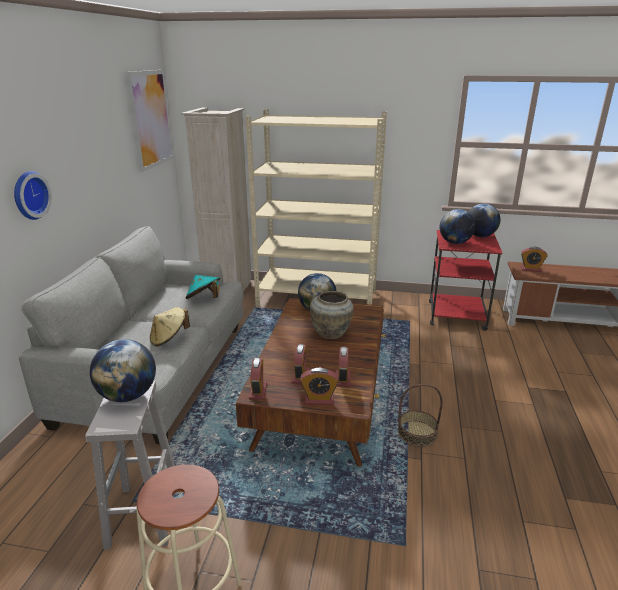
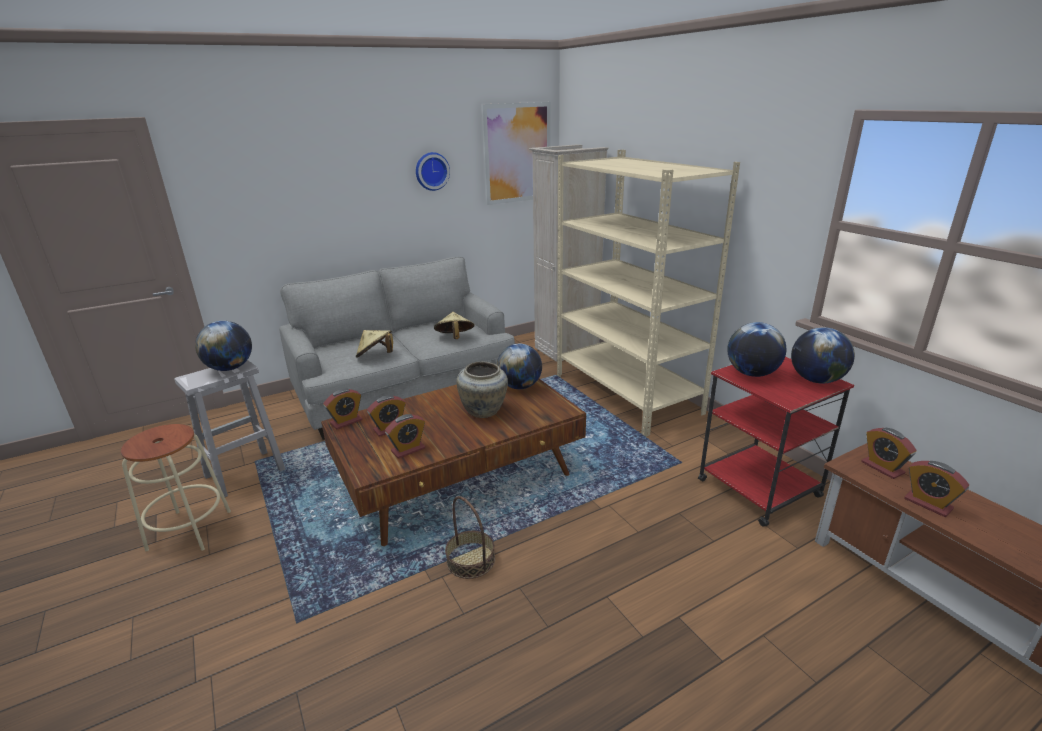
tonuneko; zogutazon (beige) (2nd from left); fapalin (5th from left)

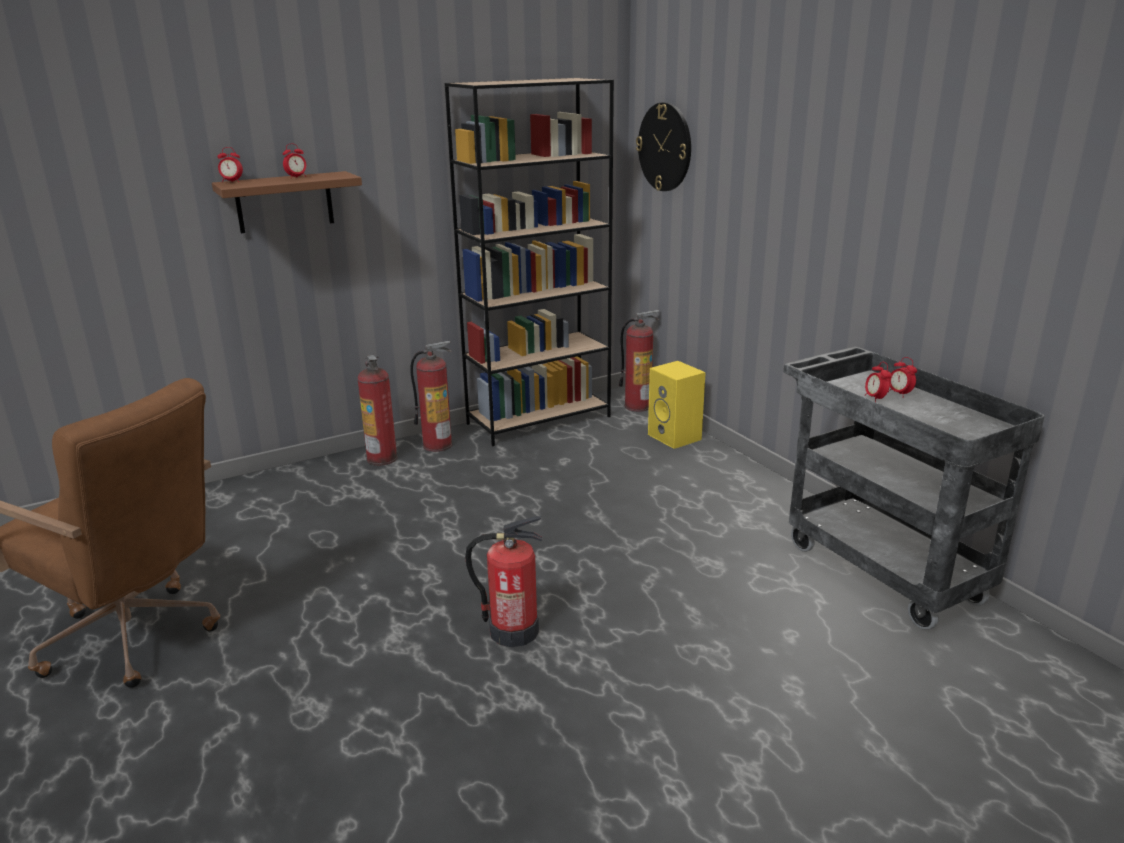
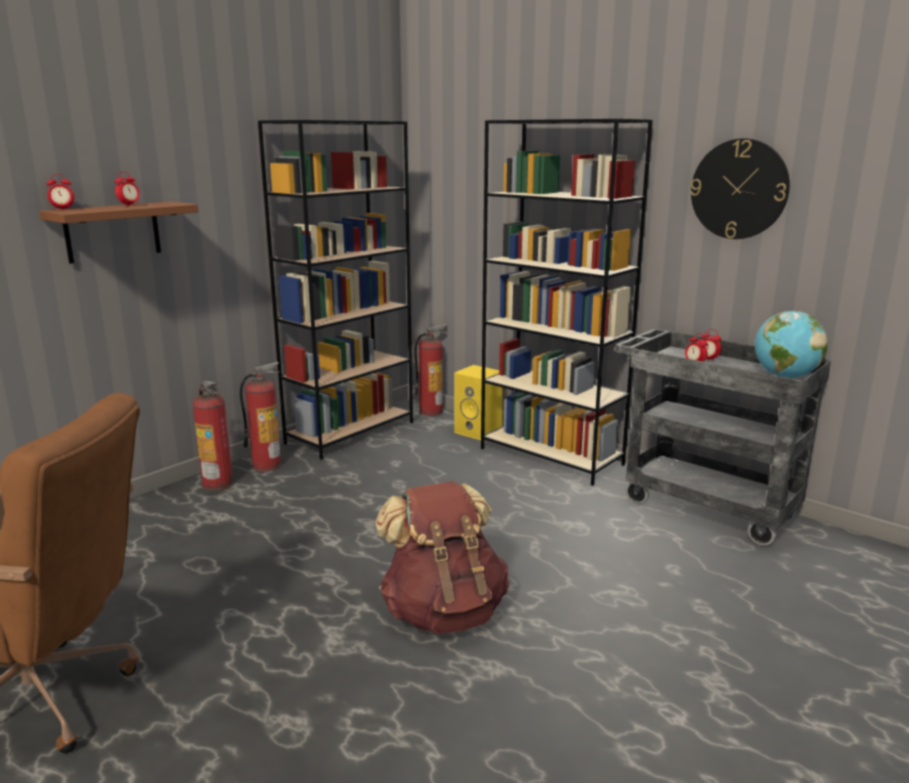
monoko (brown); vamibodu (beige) (2nd from left); tonuneko; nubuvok

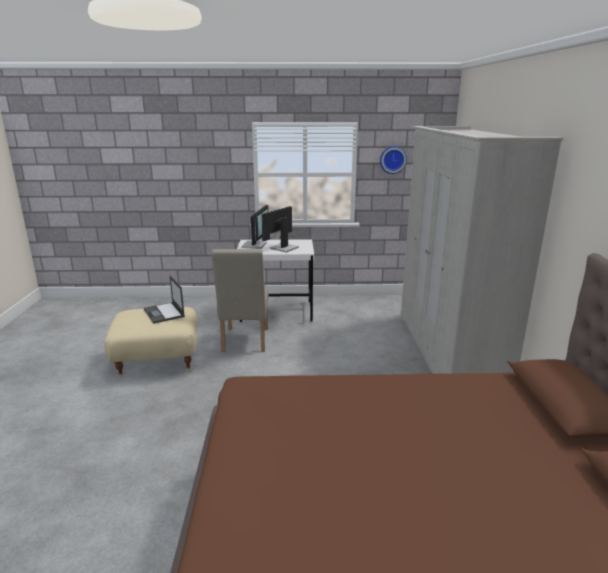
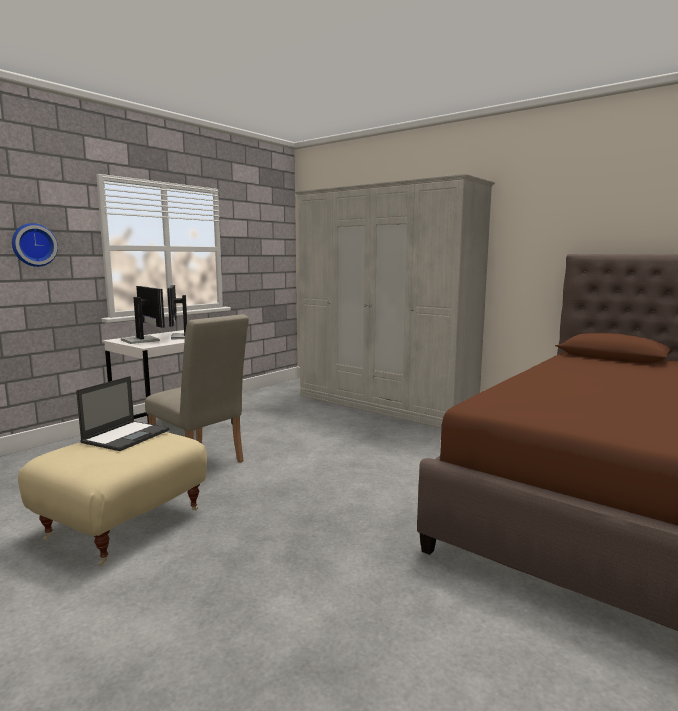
tonuneko; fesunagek

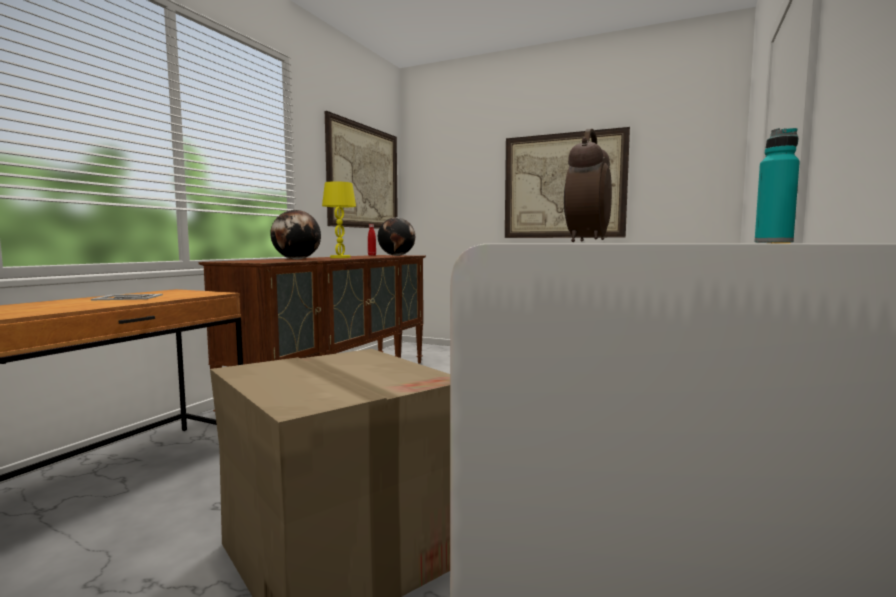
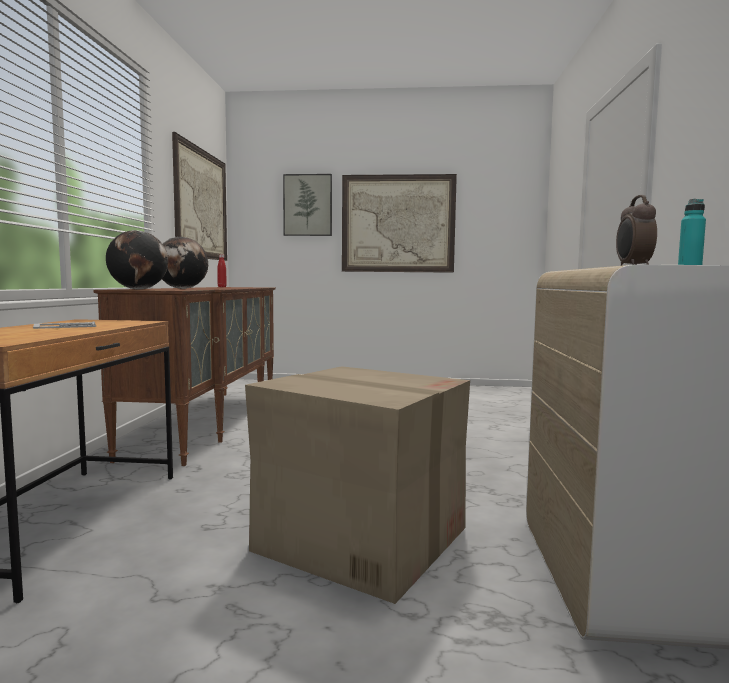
nubuvok (1st from left); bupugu (2nd from left); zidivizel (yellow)

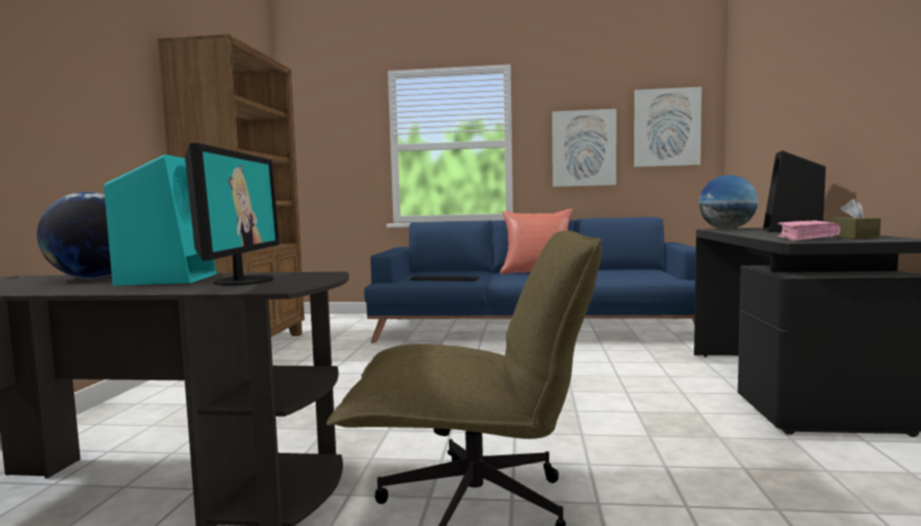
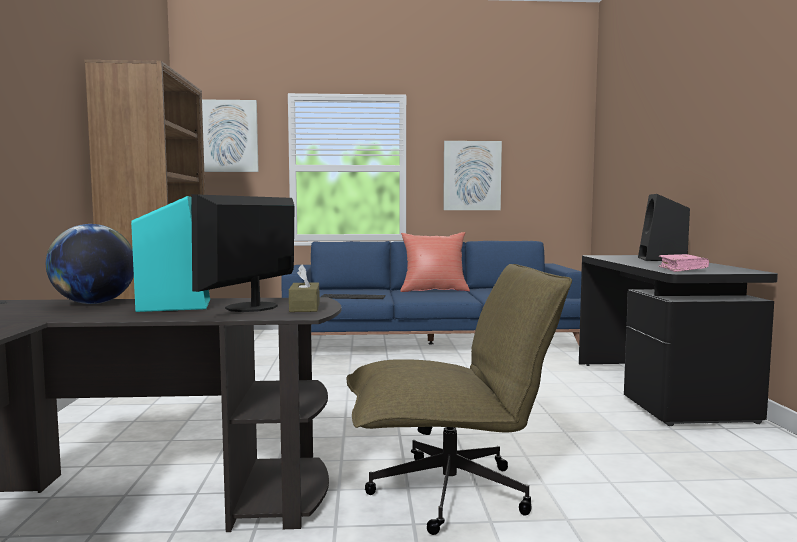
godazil; bupugu (1st from left); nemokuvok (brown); nubuvok (2nd from left in the first image)

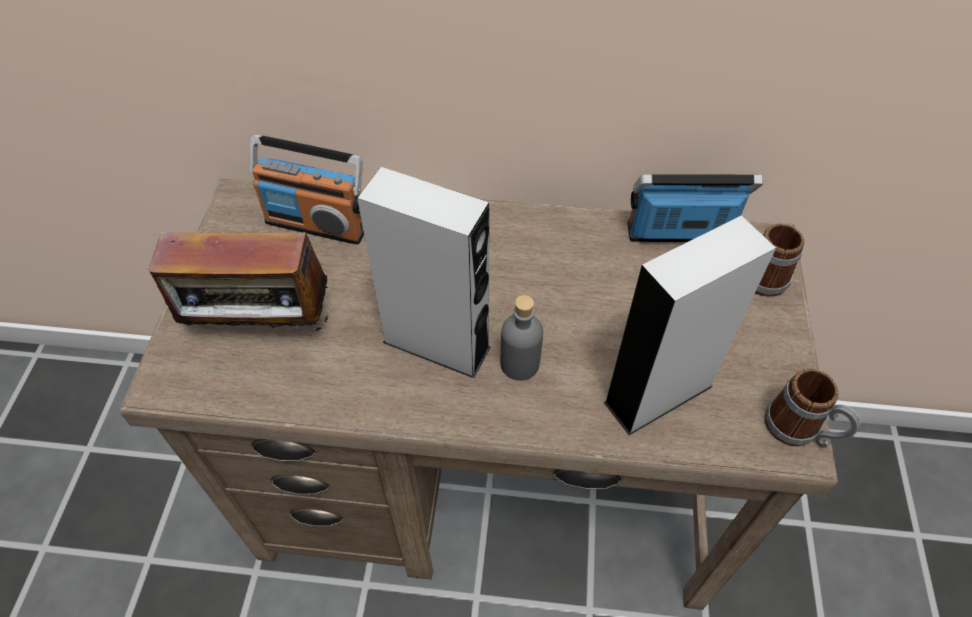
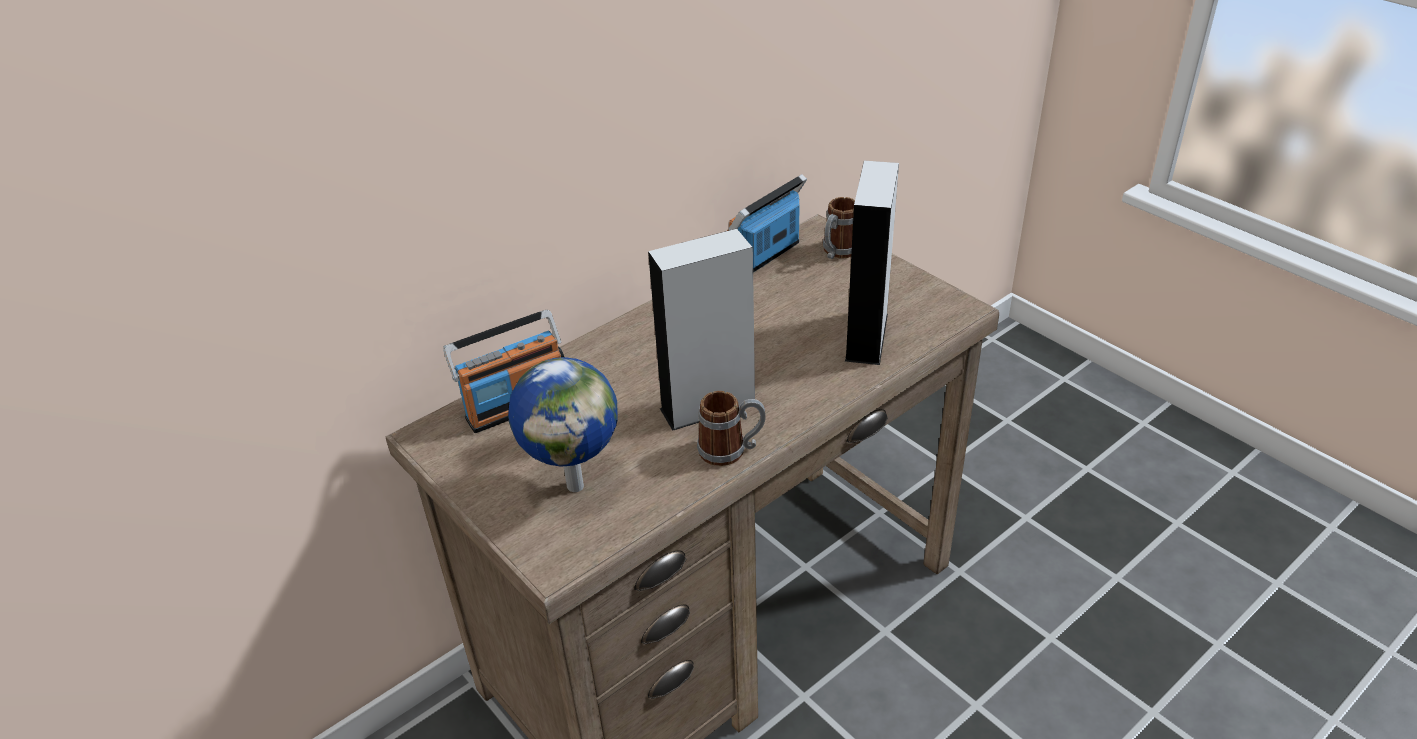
nubuvok; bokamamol (1st from left); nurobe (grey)

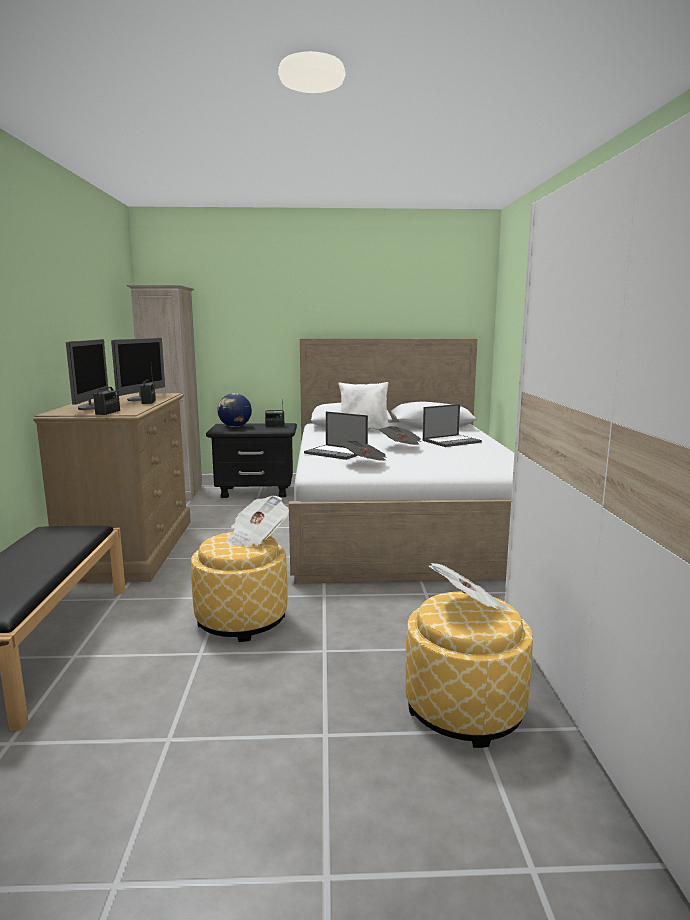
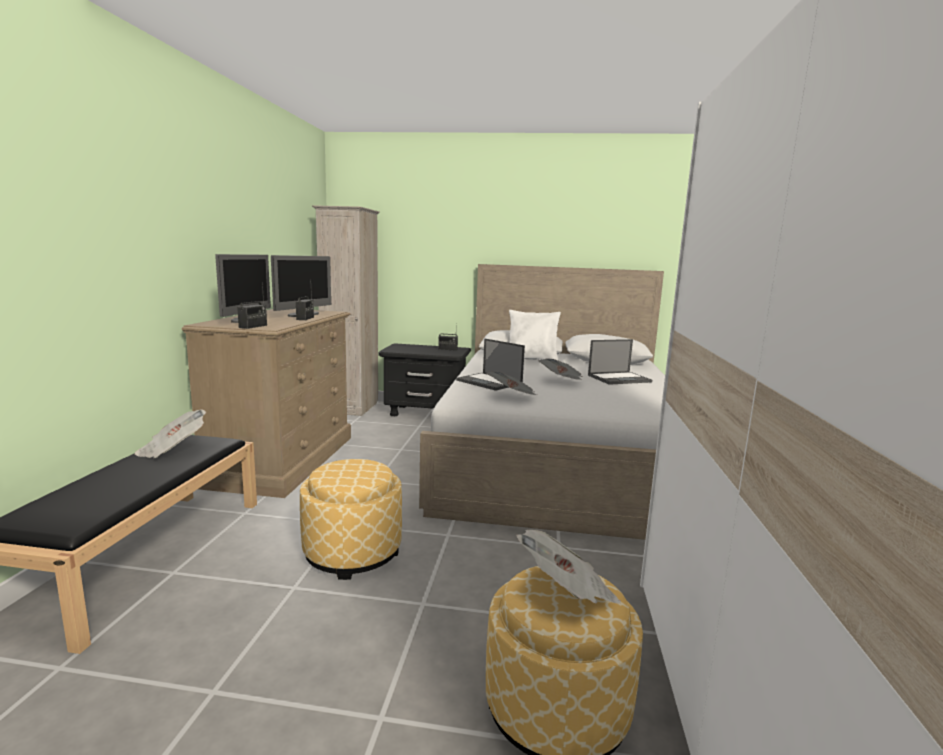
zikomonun (1st from left); nubuvok

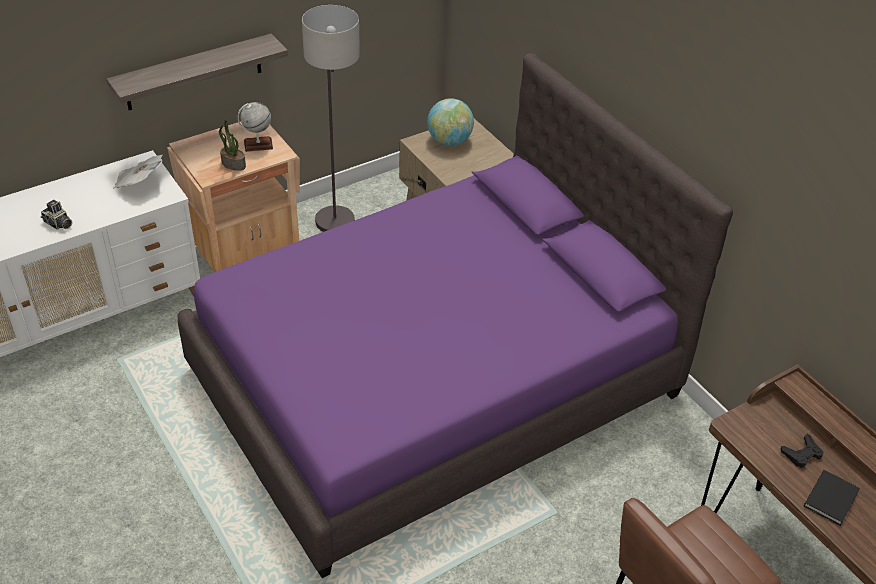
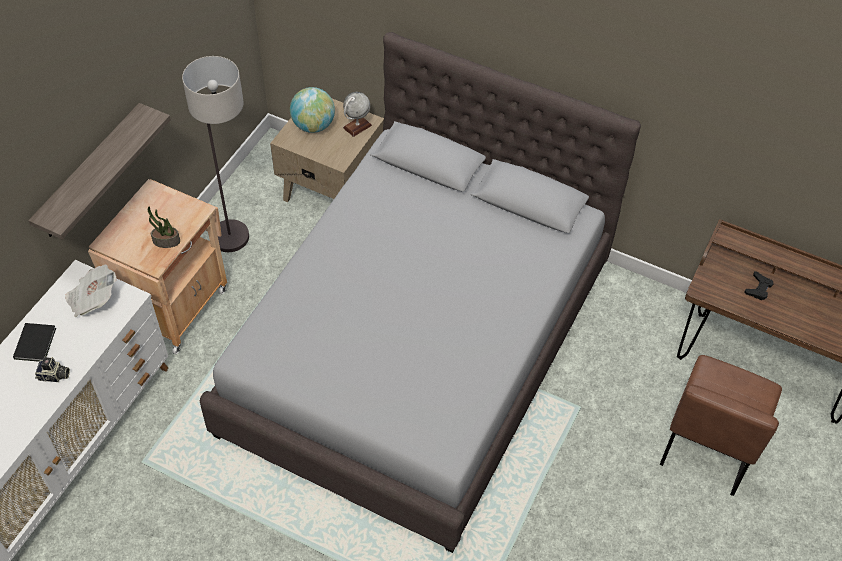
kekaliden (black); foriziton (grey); nubuvok (2nd from left)

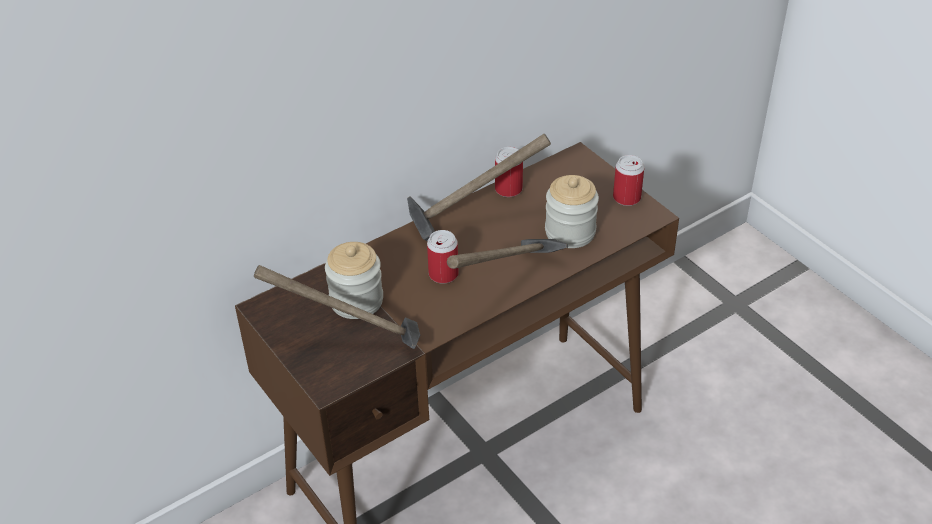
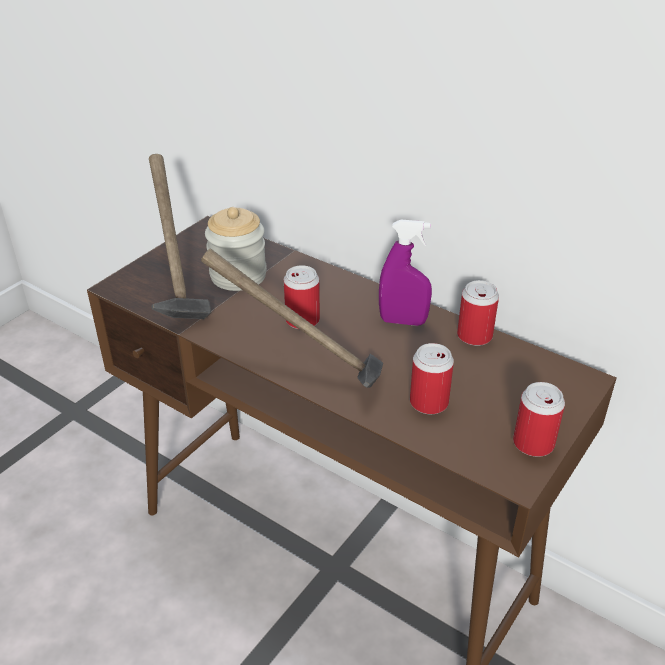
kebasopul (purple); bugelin (2nd from left)

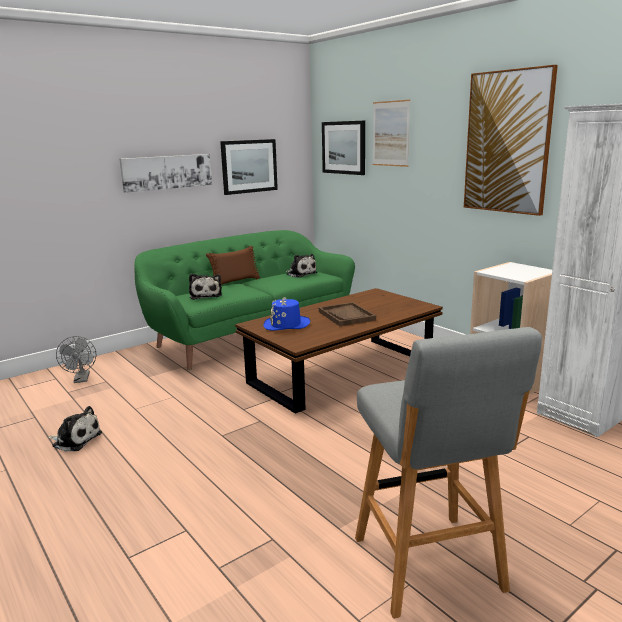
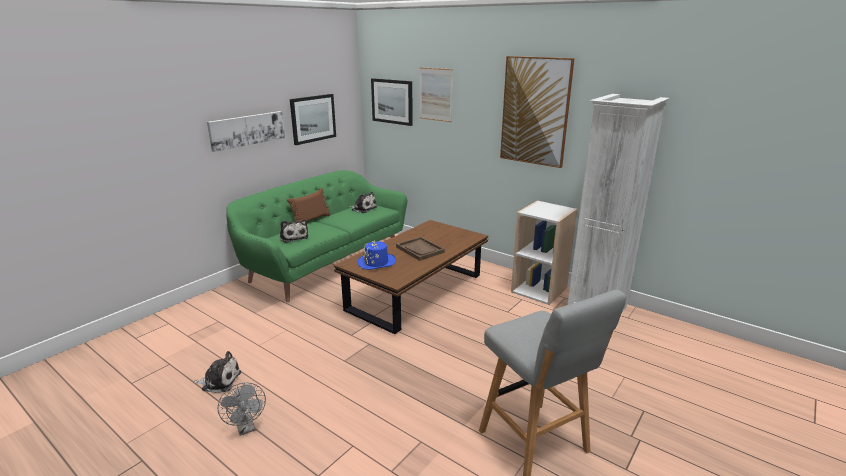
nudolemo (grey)

